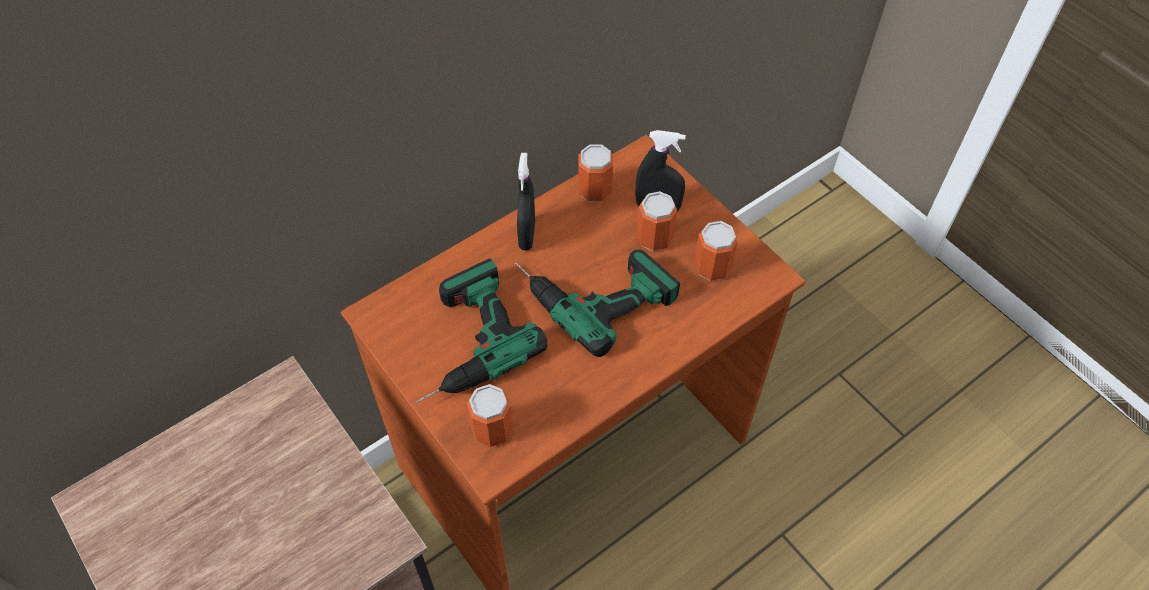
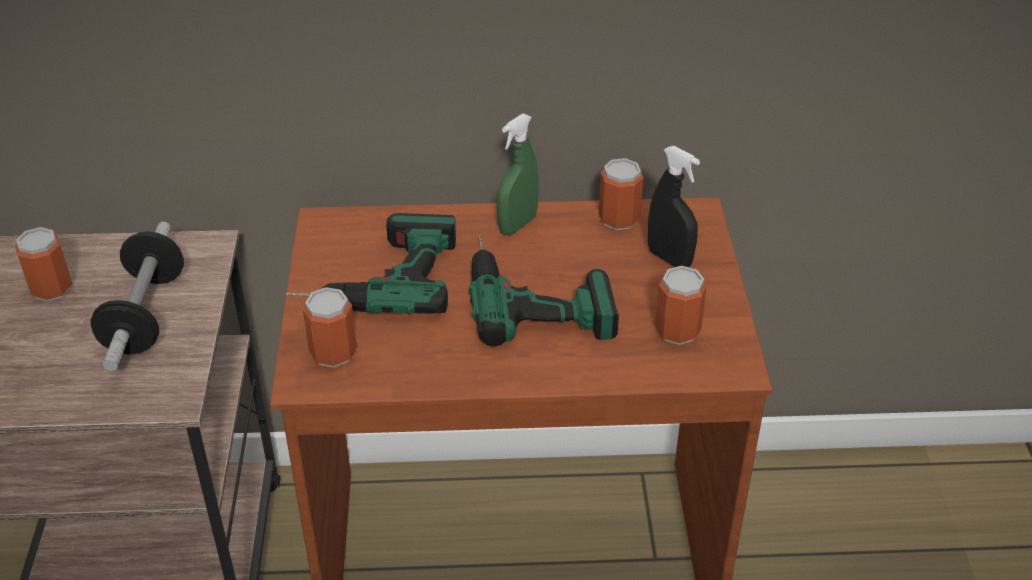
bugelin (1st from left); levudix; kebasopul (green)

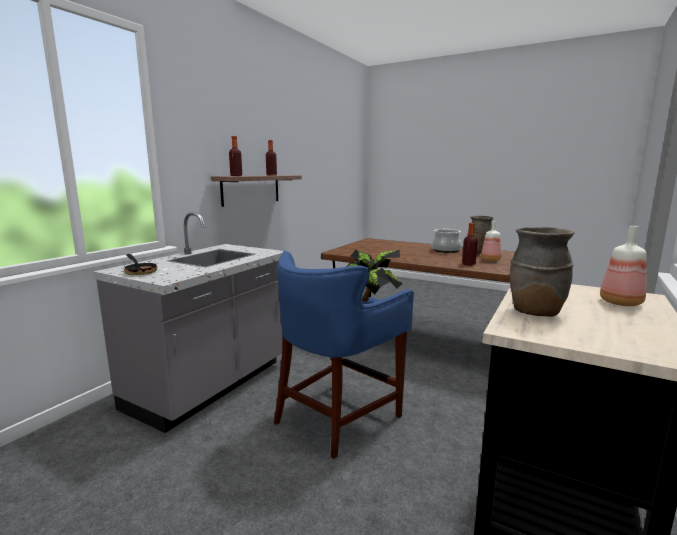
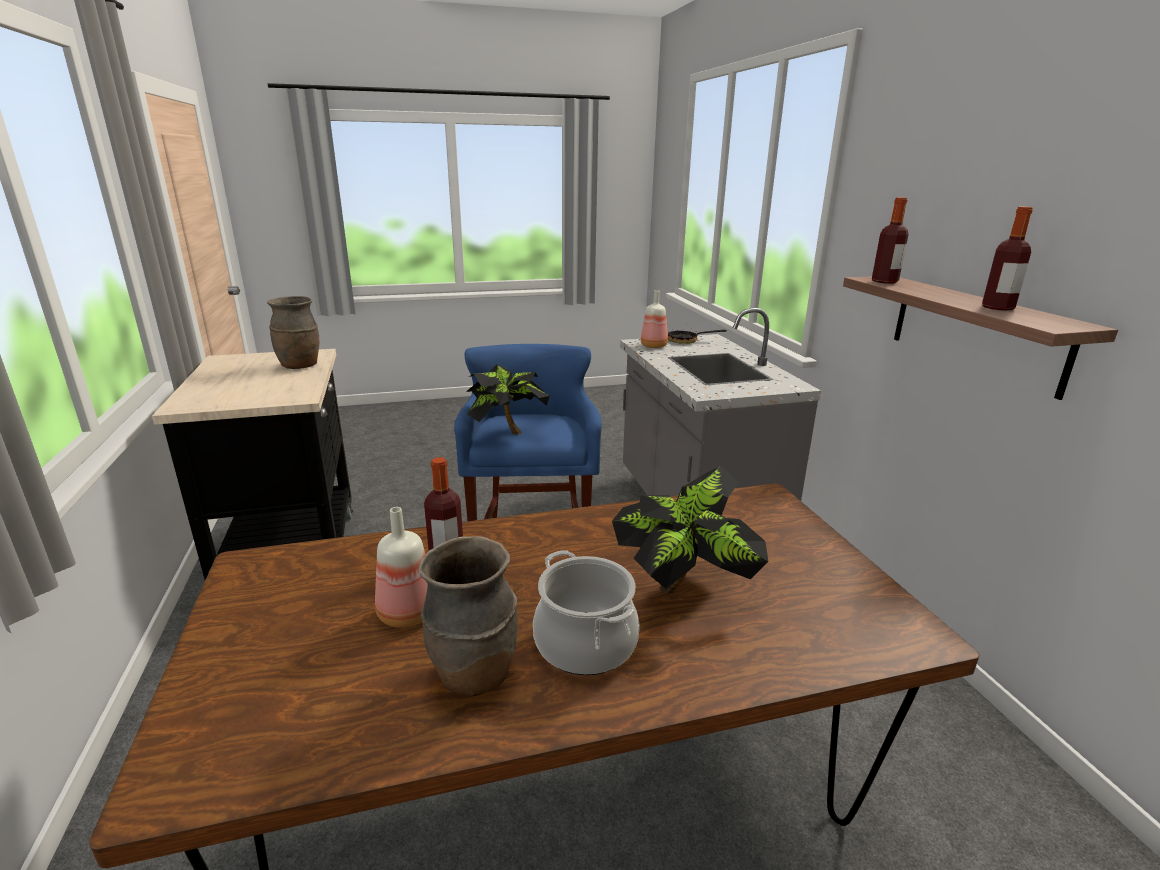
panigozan (2nd from left); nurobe (3rd from left)

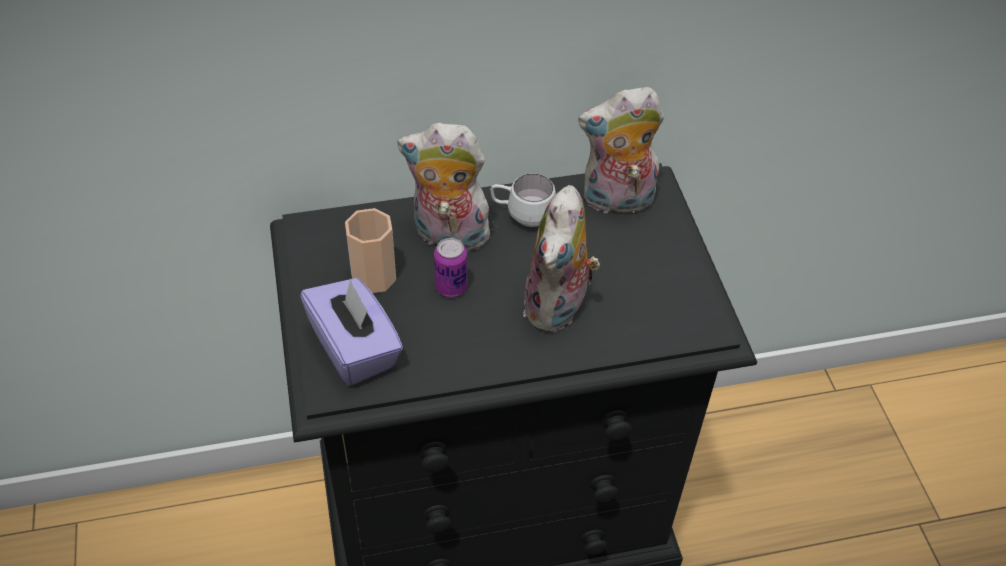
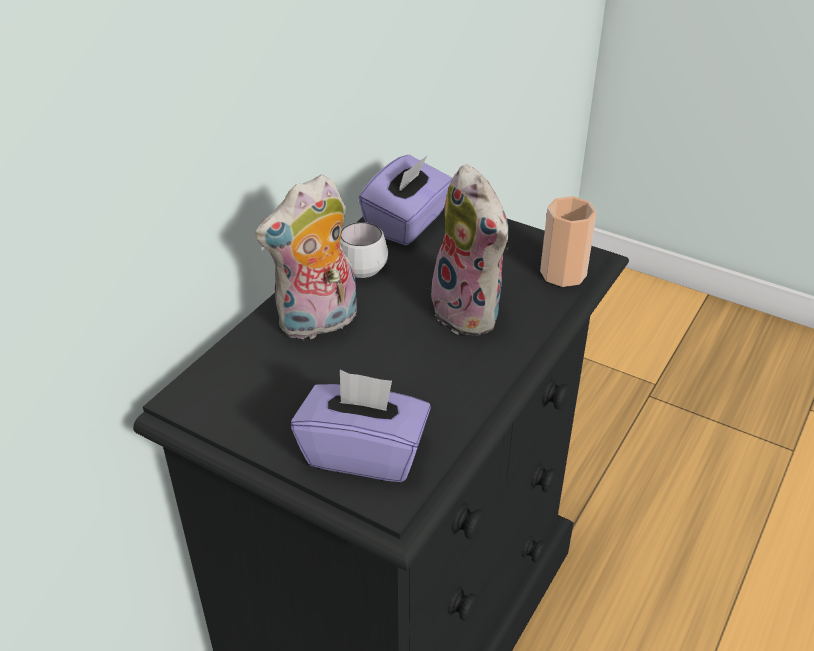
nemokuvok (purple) (2nd from left); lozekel; bugelin

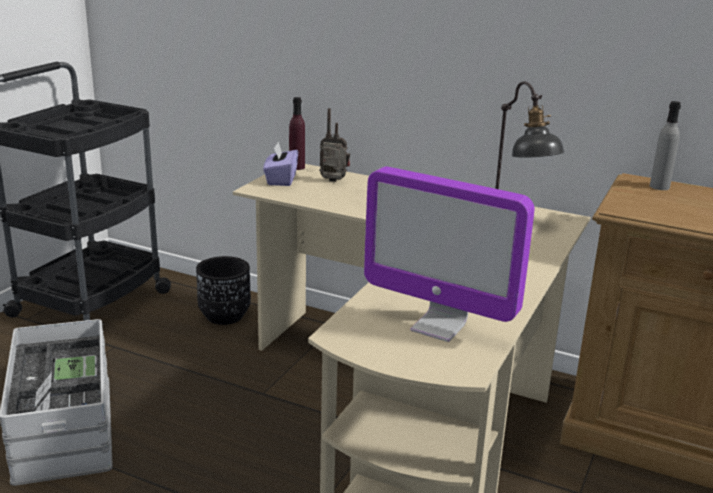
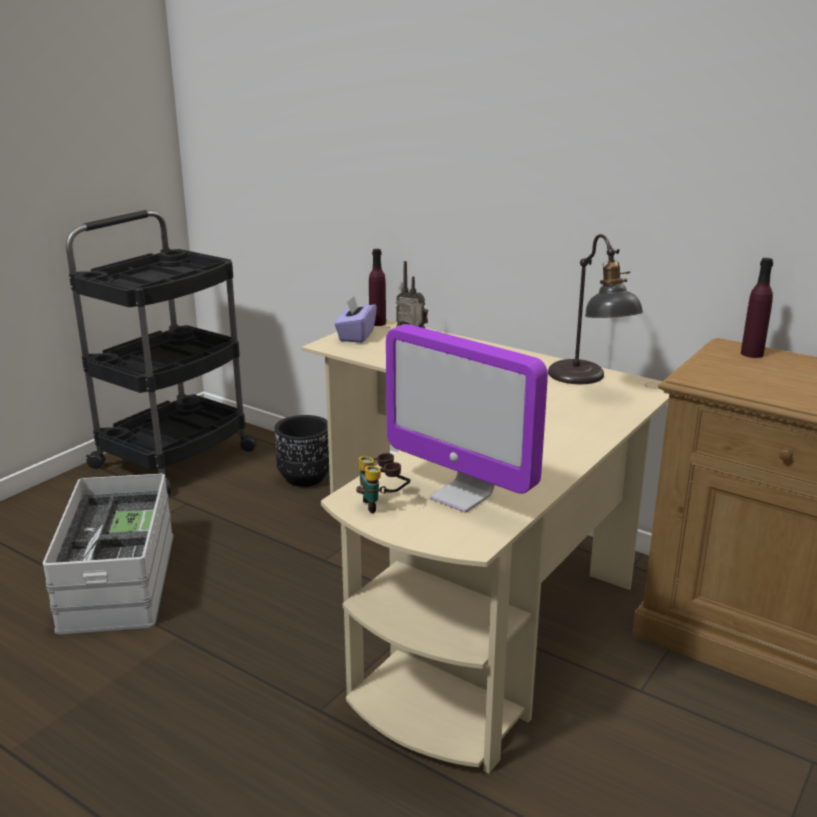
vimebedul; nurobe (purple) (2nd from left)

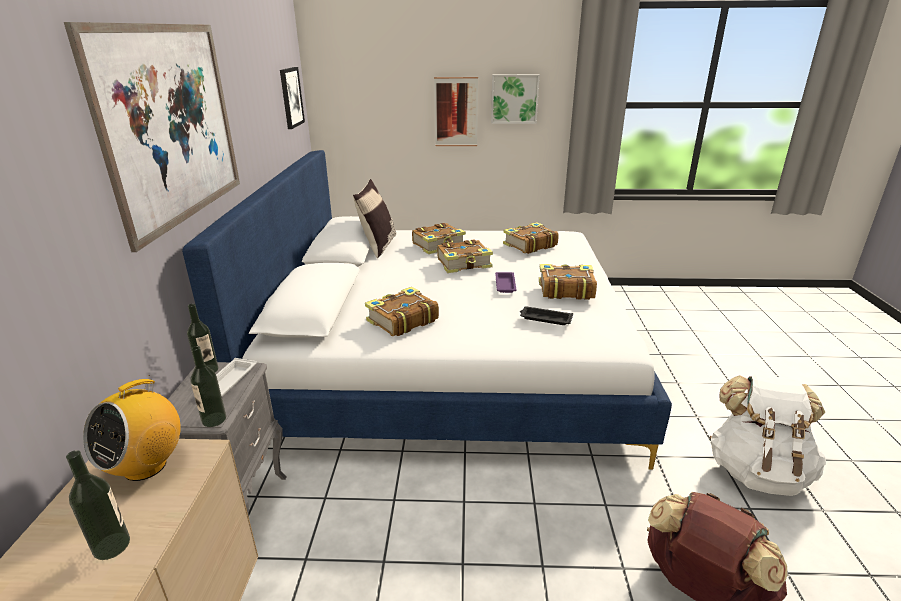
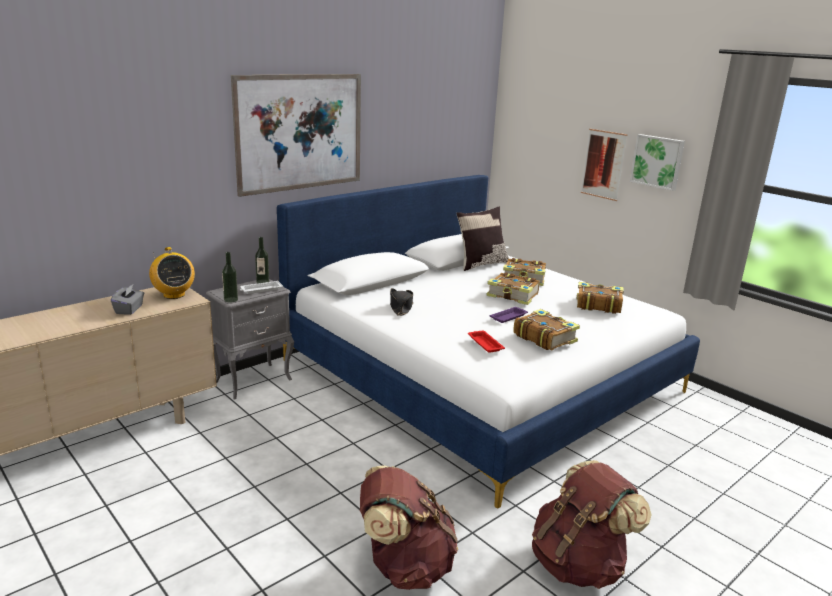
nemokuvok (grey); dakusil; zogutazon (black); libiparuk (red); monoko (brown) (2nd from left); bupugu (2nd from left in the first image)

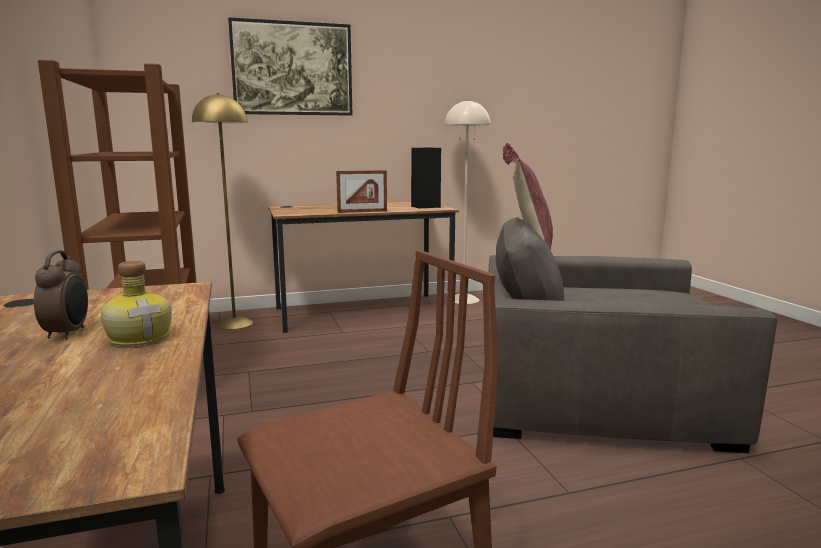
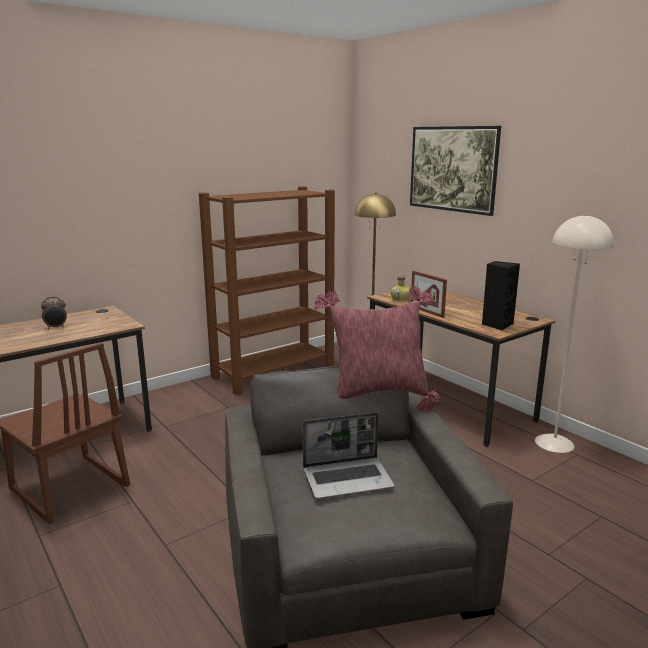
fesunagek; nurobe

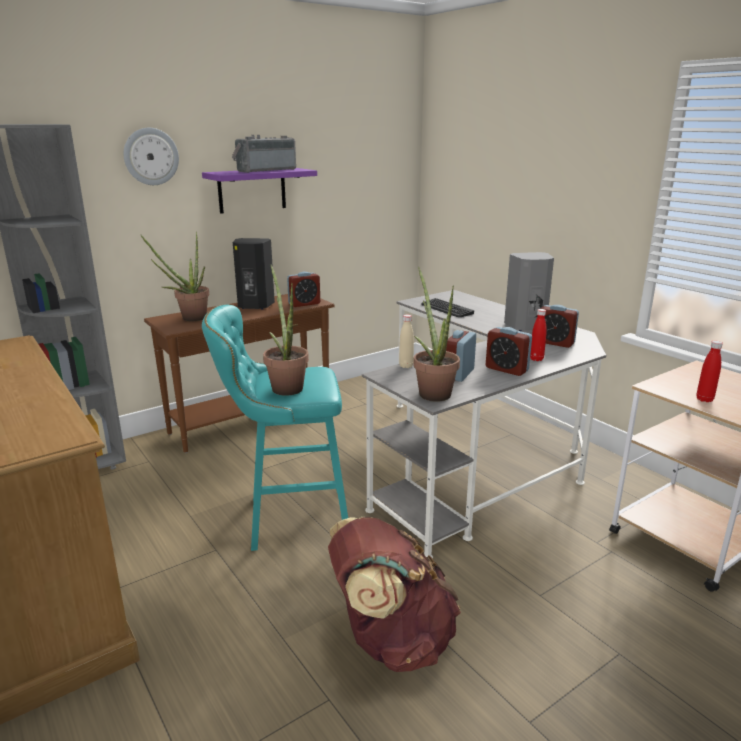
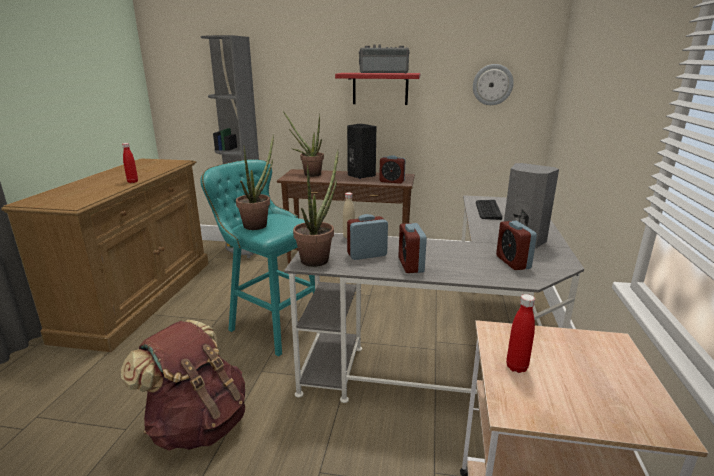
nurobe (red) (1st from left); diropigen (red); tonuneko

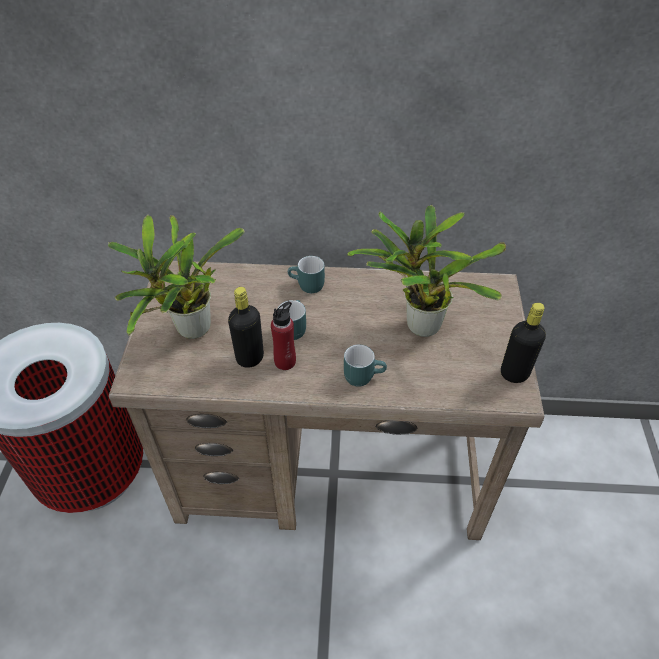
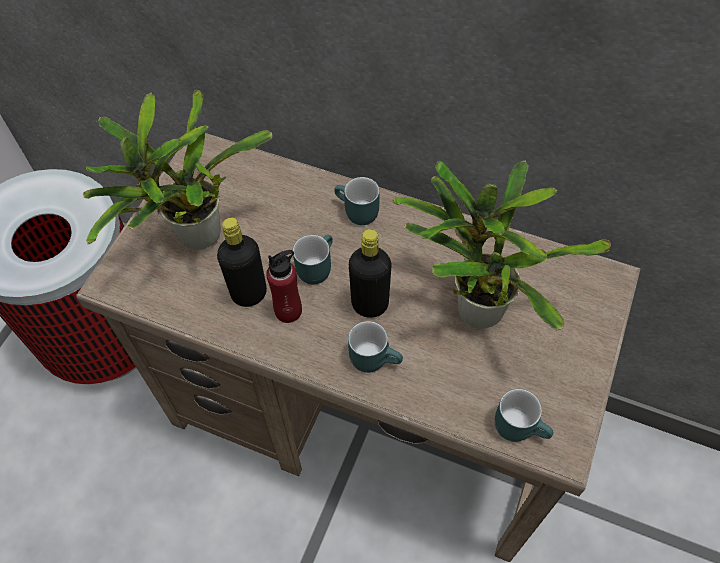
nurobe (black) (2nd from left); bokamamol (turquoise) (4th from left)

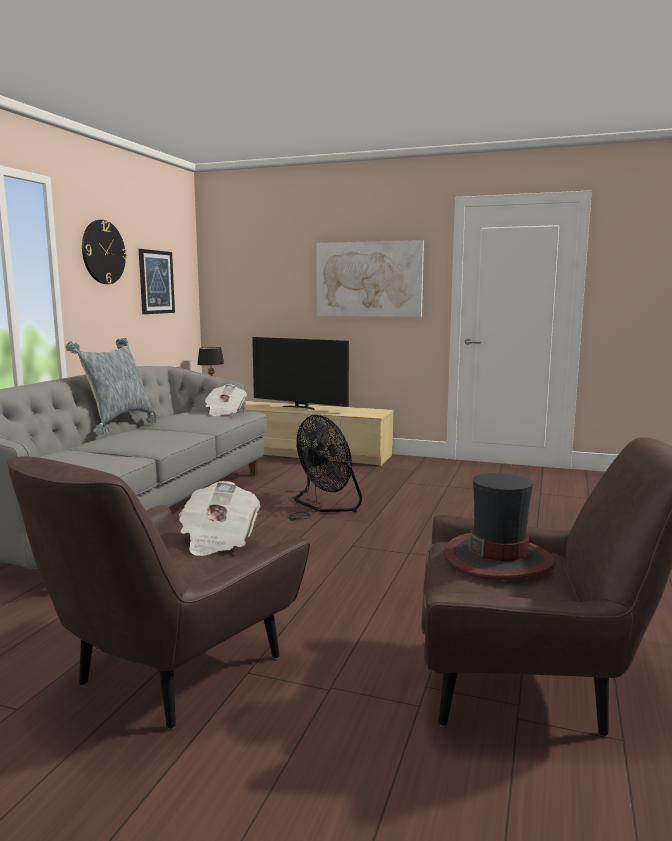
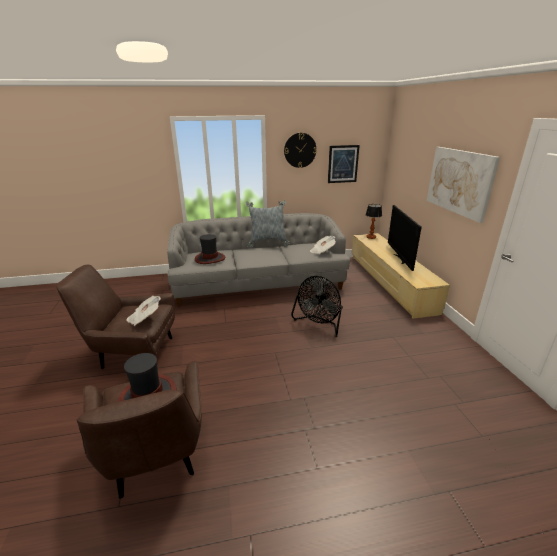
zogutazon (2nd from left); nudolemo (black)

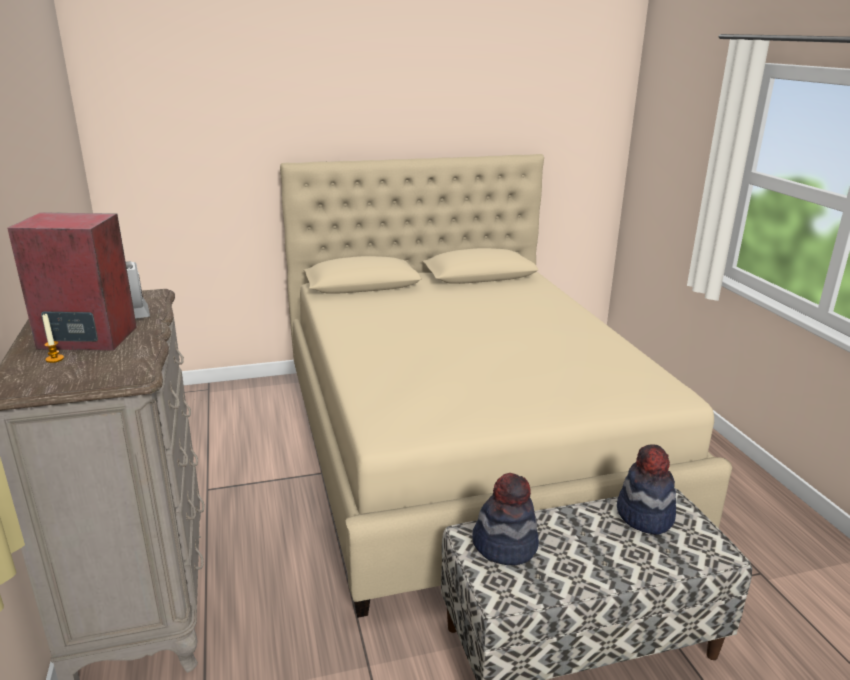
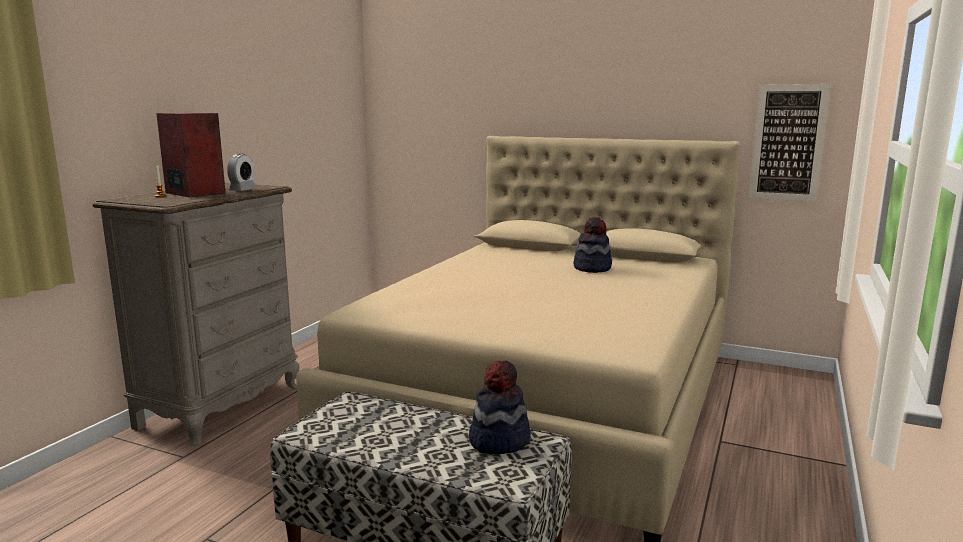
zogutazon (2nd from left); bupugu

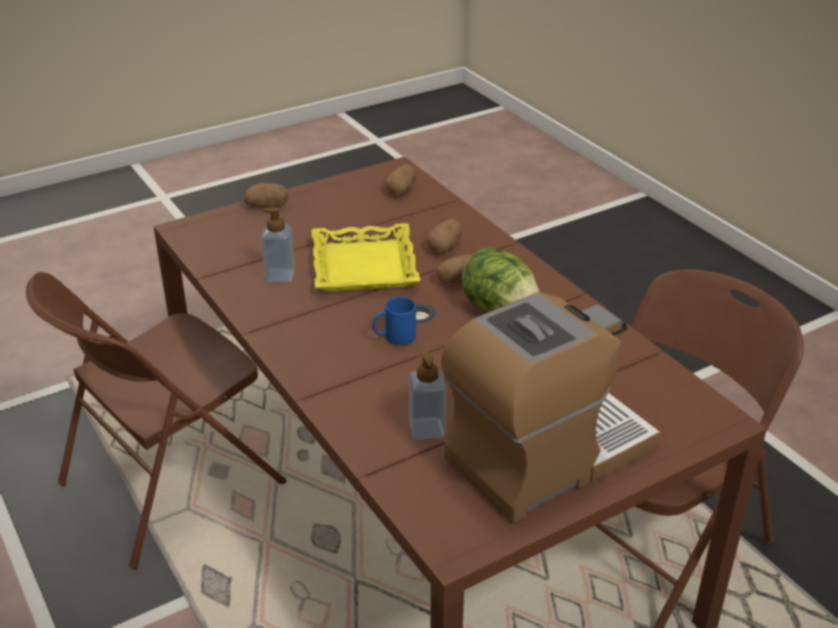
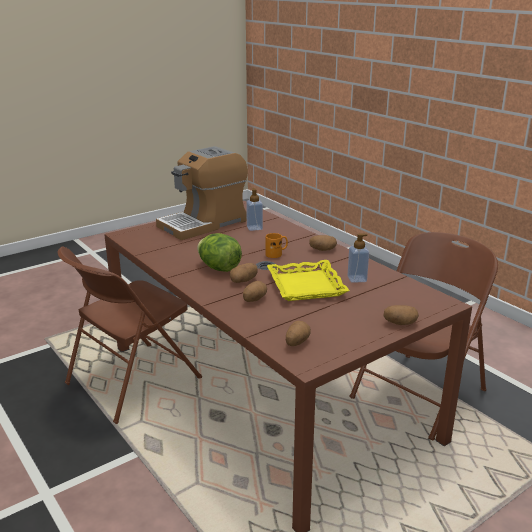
bokamamol (orange); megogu (4th from left)

